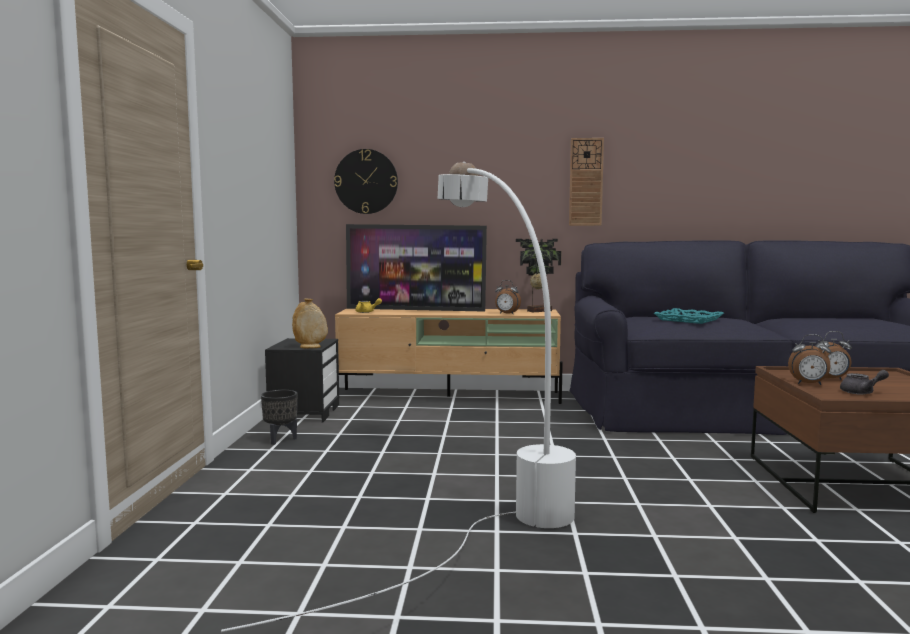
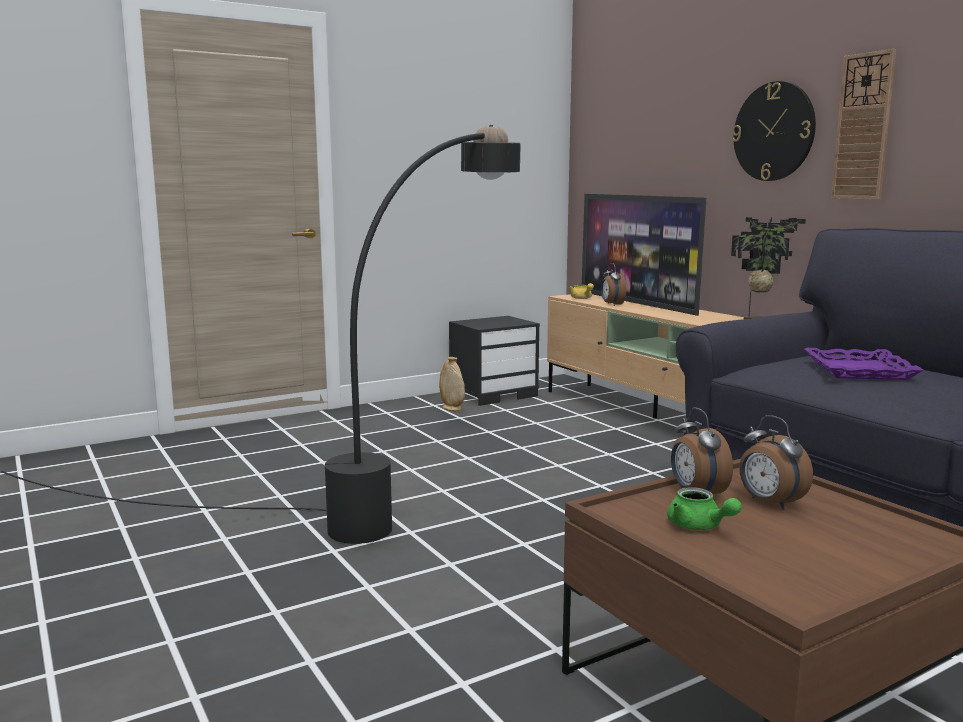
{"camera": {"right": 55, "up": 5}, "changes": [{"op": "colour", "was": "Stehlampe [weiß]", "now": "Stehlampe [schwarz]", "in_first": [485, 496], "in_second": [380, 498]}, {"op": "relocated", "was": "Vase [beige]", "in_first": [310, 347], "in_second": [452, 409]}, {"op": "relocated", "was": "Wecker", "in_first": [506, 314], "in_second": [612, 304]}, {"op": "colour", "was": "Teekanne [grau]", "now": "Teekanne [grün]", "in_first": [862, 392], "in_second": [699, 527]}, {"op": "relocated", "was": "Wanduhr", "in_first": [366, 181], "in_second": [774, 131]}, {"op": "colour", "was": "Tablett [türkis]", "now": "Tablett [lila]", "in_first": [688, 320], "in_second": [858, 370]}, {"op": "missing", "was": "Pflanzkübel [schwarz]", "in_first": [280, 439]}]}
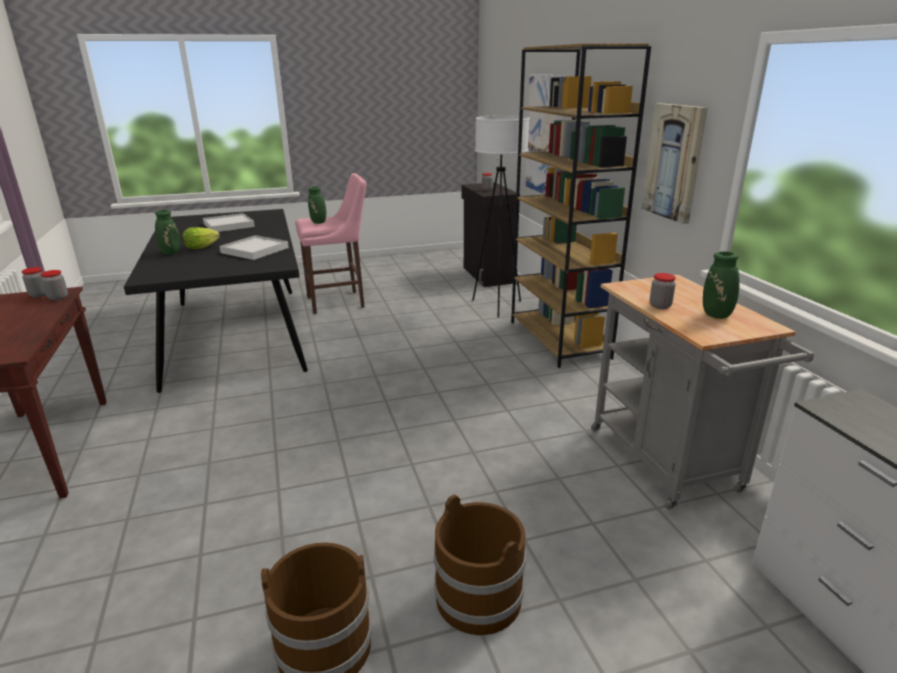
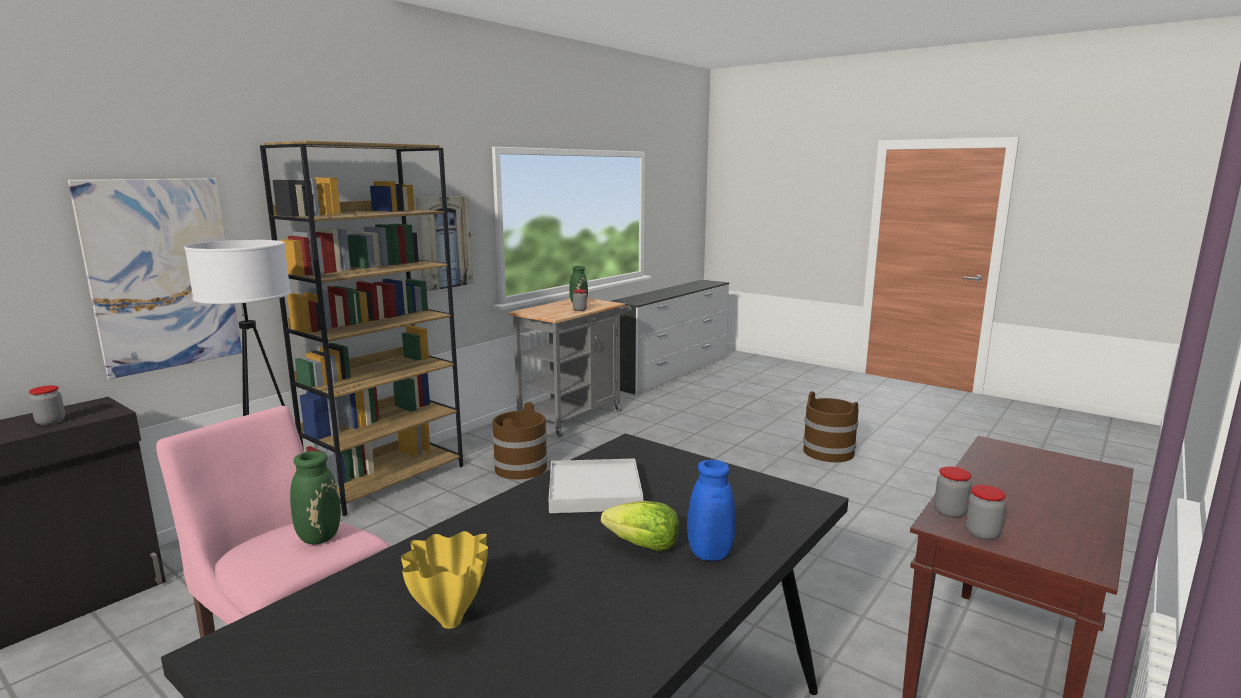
{"camera": {"right": -125, "up": -10}, "changes": [{"op": "exchanged", "was": "Tablett [weiß]", "now": "Vase [gelb]", "in_first": [229, 225], "in_second": [449, 623]}, {"op": "relocated", "was": "Eimer [braun]", "in_first": [479, 598], "in_second": [520, 468]}, {"op": "colour", "was": "Vase [grün]", "now": "Vase [blau]", "in_first": [171, 253], "in_second": [707, 556]}]}
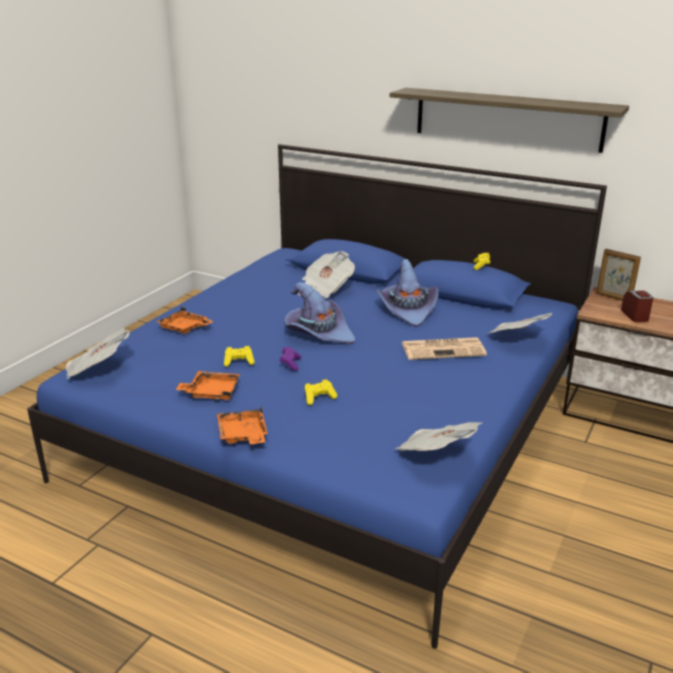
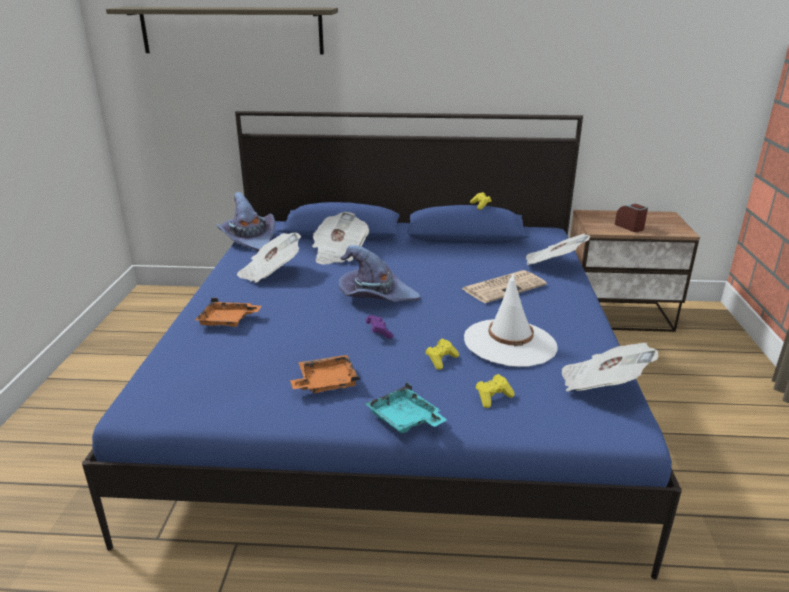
{"camera": {"right": -25, "up": 0}, "changes": [{"op": "relocated", "was": "Wandregal", "in_first": [507, 119], "in_second": [231, 30]}, {"op": "relocated", "was": "Hut [lila]", "in_first": [408, 310], "in_second": [249, 239]}, {"op": "relocated", "was": "Zeitung", "in_first": [97, 369], "in_second": [270, 273]}, {"op": "colour", "was": "Tablett [orange]", "now": "Tablett [türkis]", "in_first": [243, 435], "in_second": [405, 420]}, {"op": "appeared", "now": "Hut [weiß]", "in_second": [510, 343]}, {"op": "relocated", "was": "Gamepad [gelb]", "in_first": [239, 362], "in_second": [493, 397]}, {"op": "missing", "was": "Bilderrahmen", "in_first": [613, 297]}]}
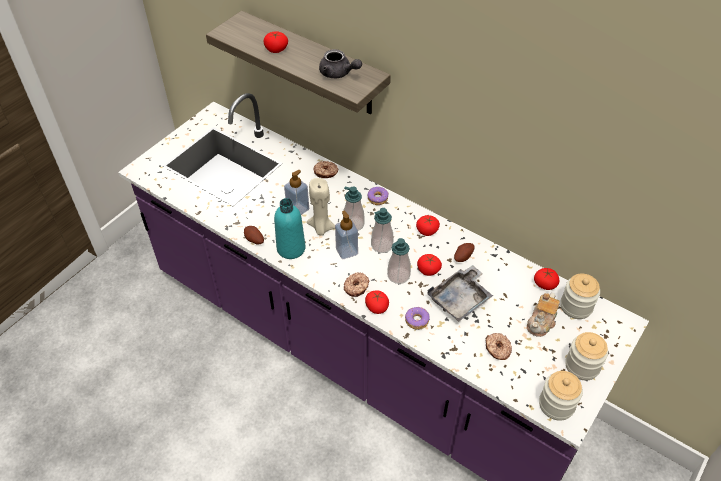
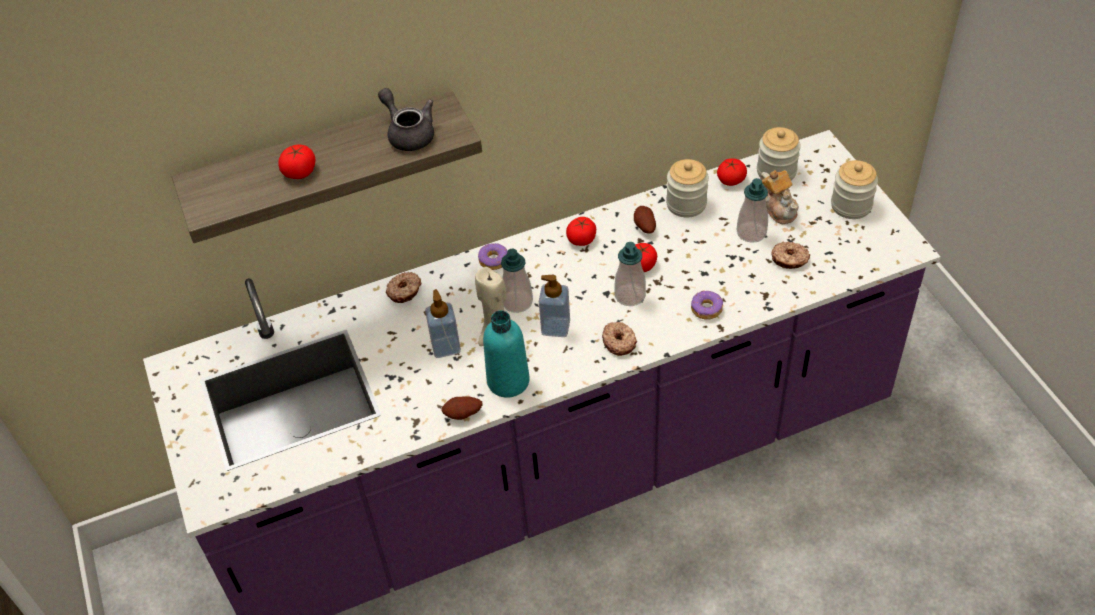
{"camera": {"right": -55, "up": 0}, "changes": [{"op": "spun", "was": "Teekanne [grau]", "in_first": [338, 73], "in_second": [408, 133], "clockwise": -105}, {"op": "relocated", "was": "Vorratsglas", "in_first": [556, 404], "in_second": [686, 204]}, {"op": "relocated", "was": "Seifenspender", "in_first": [382, 245], "in_second": [751, 233]}, {"op": "missing", "was": "Tomate", "in_first": [377, 307]}, {"op": "missing", "was": "Tablett [grau]", "in_first": [460, 299]}]}
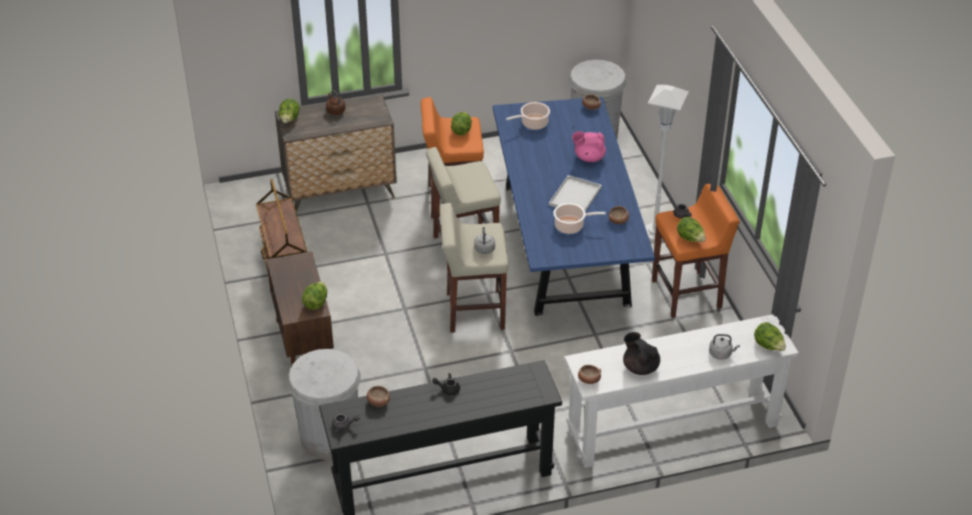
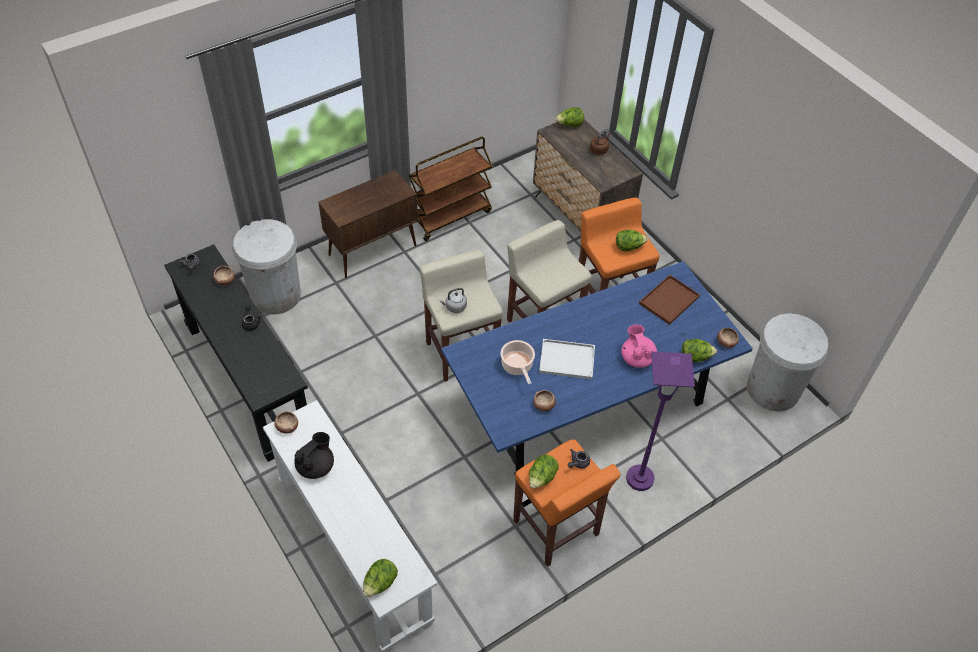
{"camera": {"right": 70, "up": 10}, "changes": [{"op": "colour", "was": "Stehlampe [weiß]", "now": "Stehlampe [lila]", "in_first": [654, 234], "in_second": [639, 479]}, {"op": "exchanged", "was": "Kochtopf", "now": "Tablett [braun]", "in_first": [533, 124], "in_second": [669, 299]}, {"op": "relocated", "was": "Salatkopf", "in_first": [316, 303], "in_second": [695, 357]}, {"op": "missing", "was": "Wasserkessel [grau]", "in_first": [721, 354]}]}
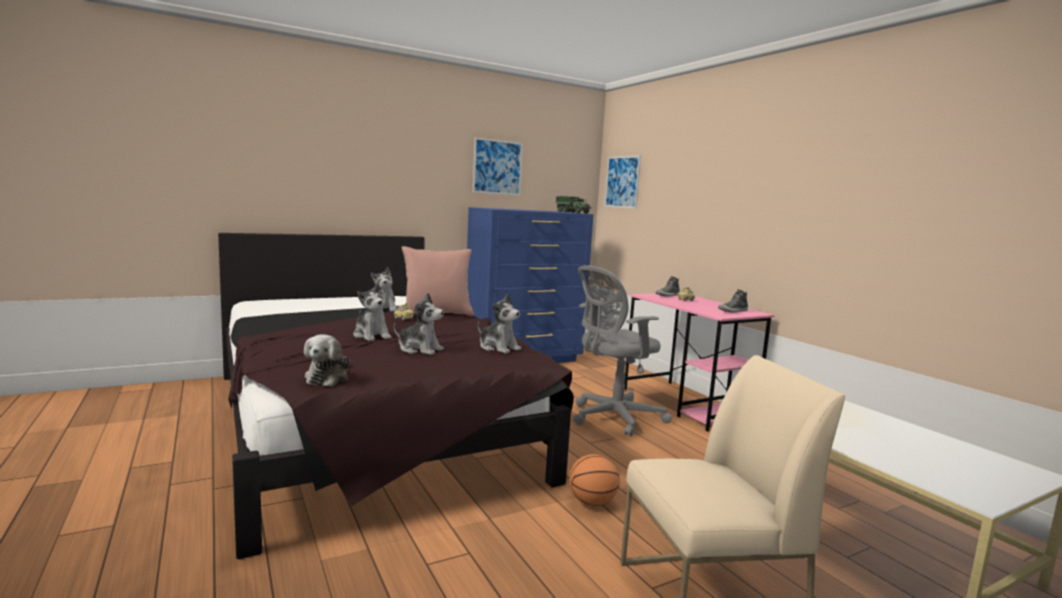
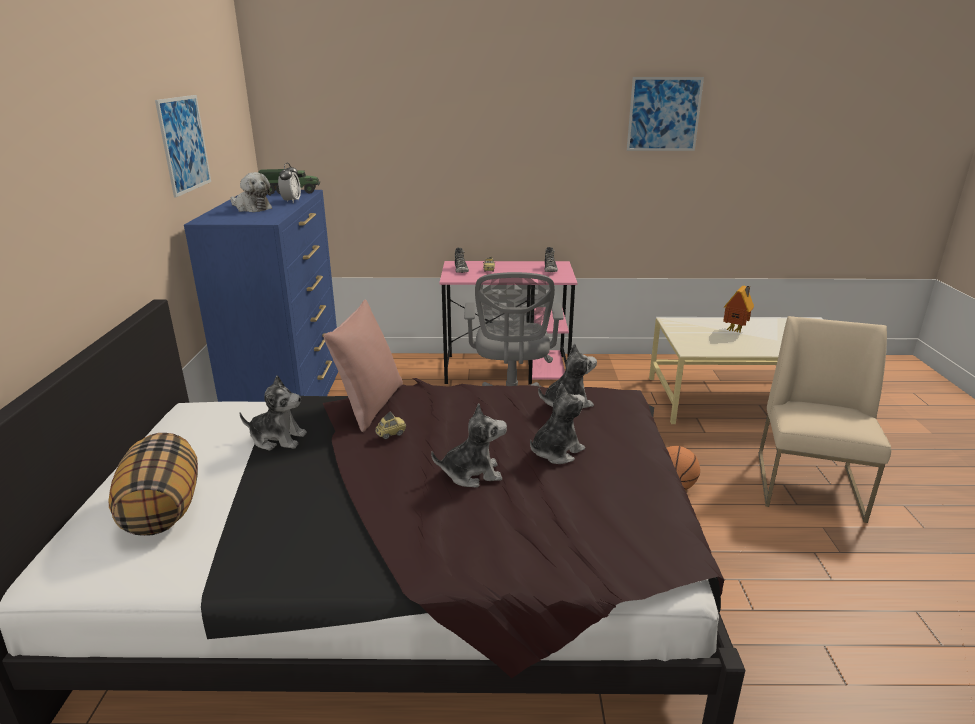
{"camera": {"right": -60, "up": 15}, "changes": [{"op": "appeared", "now": "Kissen", "in_second": [162, 510]}, {"op": "relocated", "was": "Plüschtier", "in_first": [328, 377], "in_second": [251, 208]}, {"op": "appeared", "now": "Wecker", "in_second": [291, 201]}, {"op": "relocated", "was": "Bild", "in_first": [622, 182], "in_second": [664, 114]}, {"op": "appeared", "now": "Spielzeughaus", "in_second": [736, 330]}]}
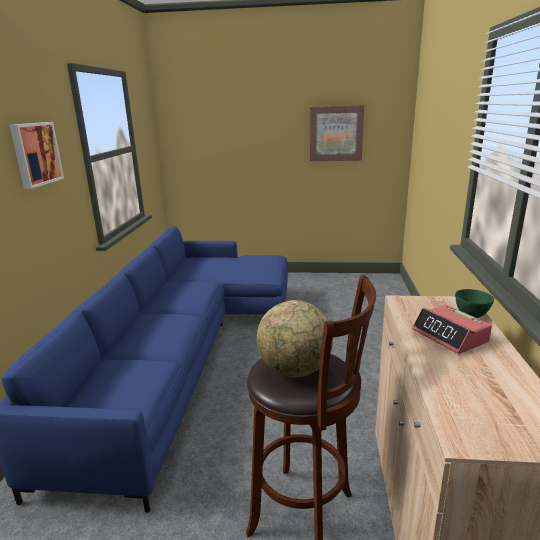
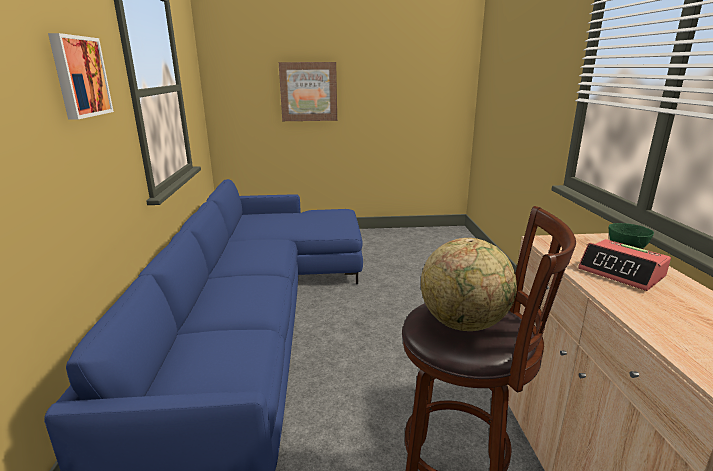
{"camera": {"right": -10, "up": 0}, "changes": [{"op": "relocated", "was": "Bild", "in_first": [336, 133], "in_second": [308, 92]}]}
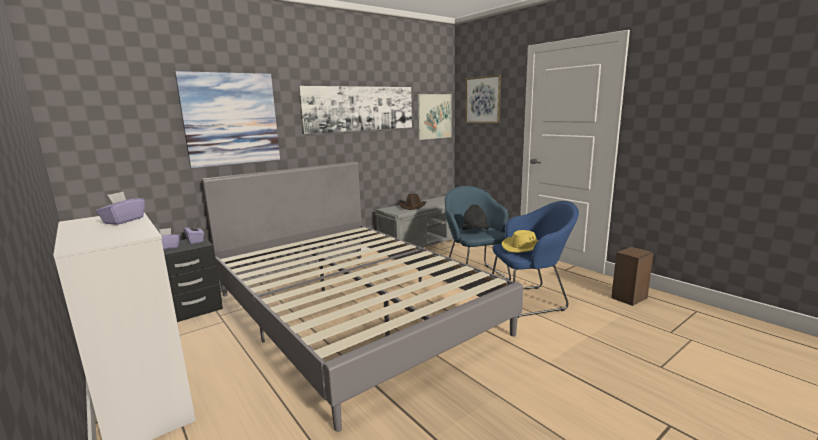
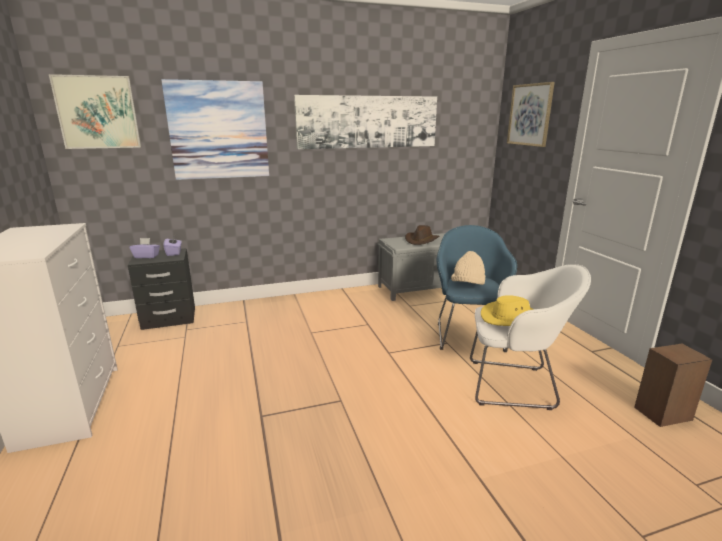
{"camera": {"right": 20, "up": 5}, "changes": [{"op": "relocated", "was": "Bild", "in_first": [434, 116], "in_second": [97, 112]}, {"op": "colour", "was": "Hut [schwarz]", "now": "Hut [beige]", "in_first": [475, 232], "in_second": [467, 285]}, {"op": "colour", "was": "Sessel [blau]", "now": "Sessel [weiß]", "in_first": [530, 300], "in_second": [515, 385]}, {"op": "missing", "was": "Taschentuchbox [lila]", "in_first": [123, 220]}, {"op": "missing", "was": "Bett [grau]", "in_first": [352, 312]}]}
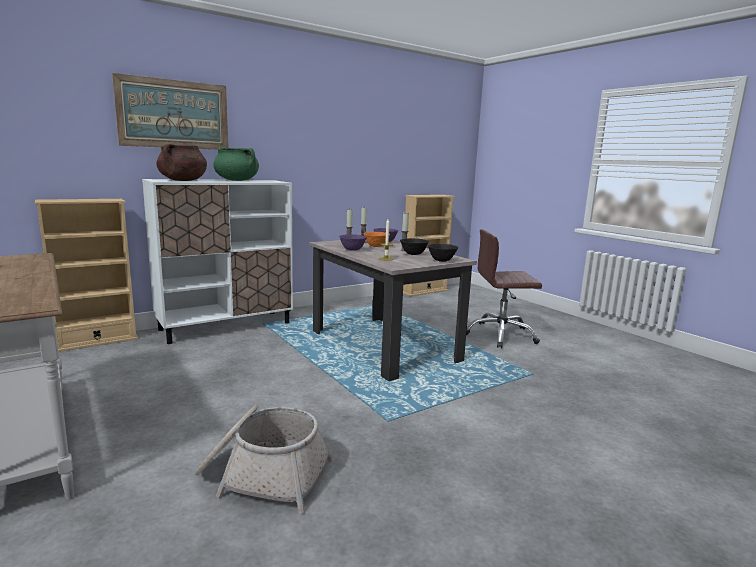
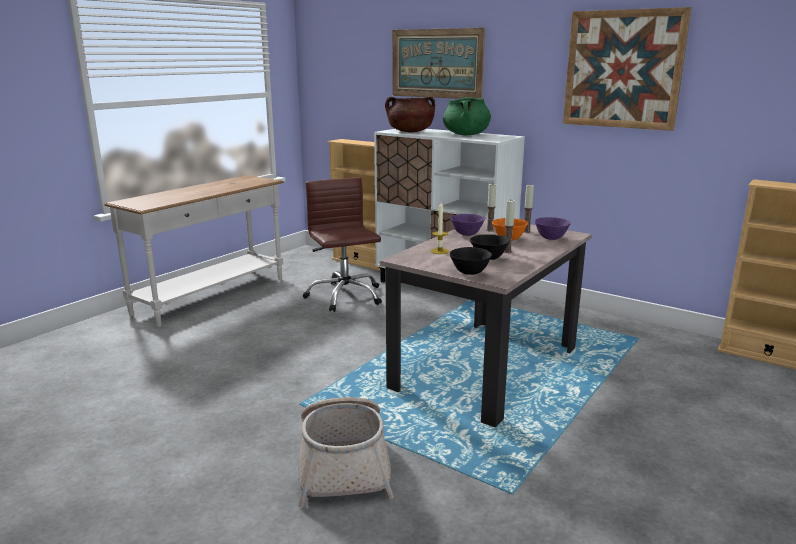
{"camera": {"right": 70, "up": 5}, "changes": [{"op": "relocated", "was": "Korb", "in_first": [263, 475], "in_second": [344, 464]}, {"op": "relocated", "was": "Bürostuhl [braun]", "in_first": [500, 335], "in_second": [344, 296]}, {"op": "appeared", "now": "Bild", "in_second": [622, 69]}]}
